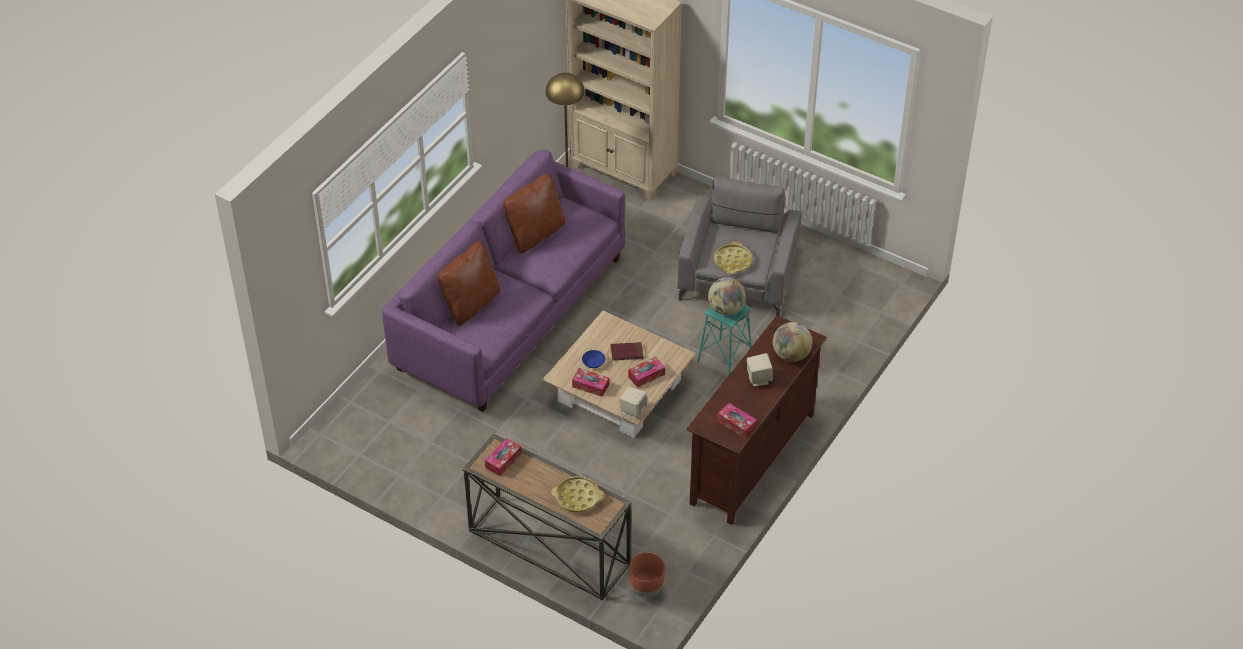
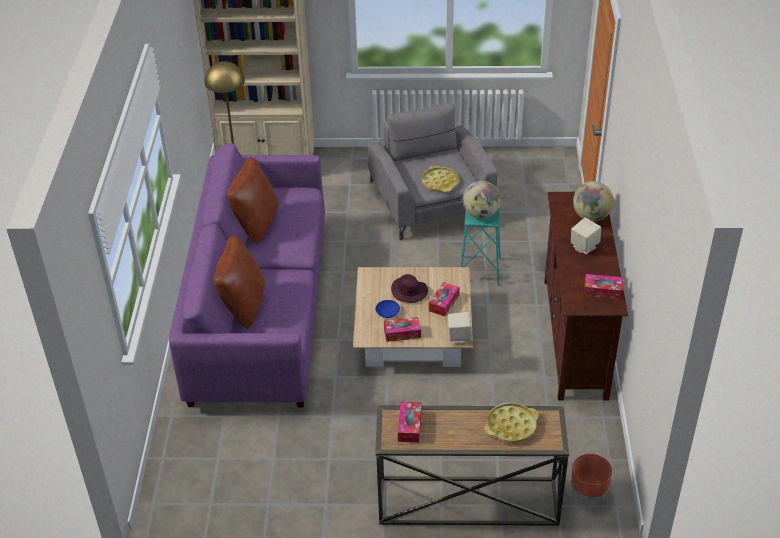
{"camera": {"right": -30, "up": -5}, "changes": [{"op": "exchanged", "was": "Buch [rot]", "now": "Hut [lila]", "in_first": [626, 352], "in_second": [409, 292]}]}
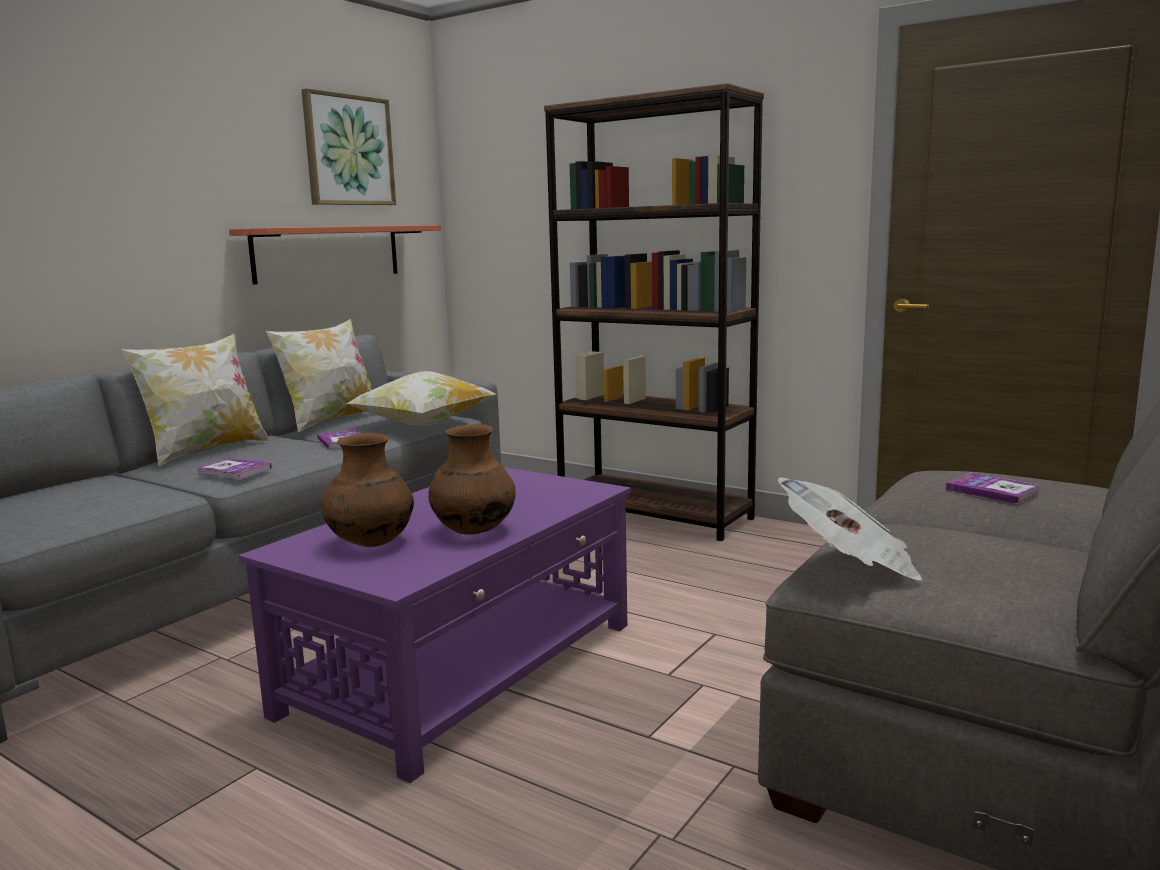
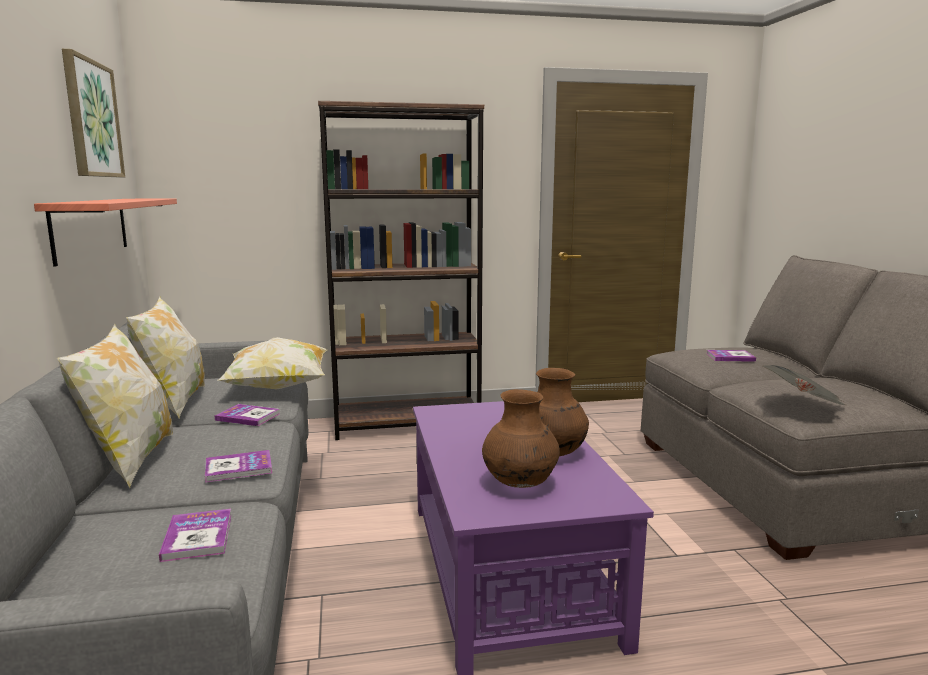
{"camera": {"right": -45, "up": 0}, "changes": [{"op": "appeared", "now": "Buch", "in_second": [197, 537]}]}
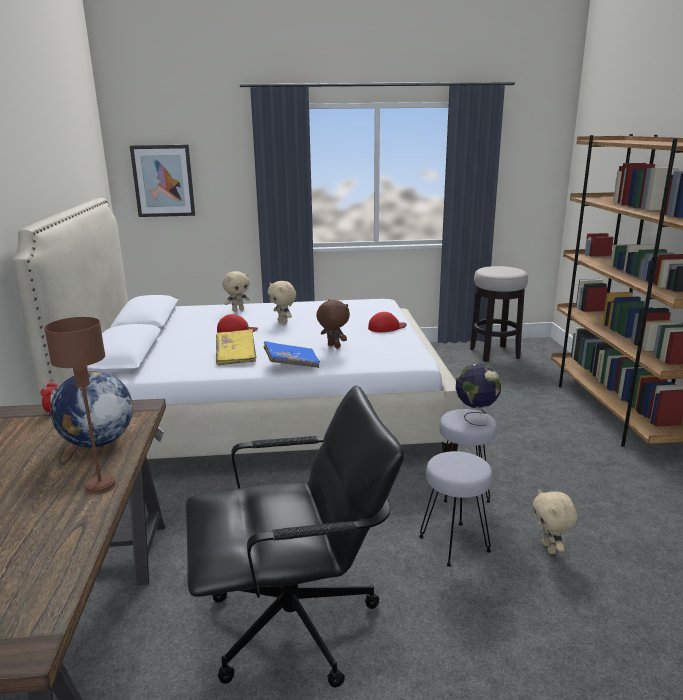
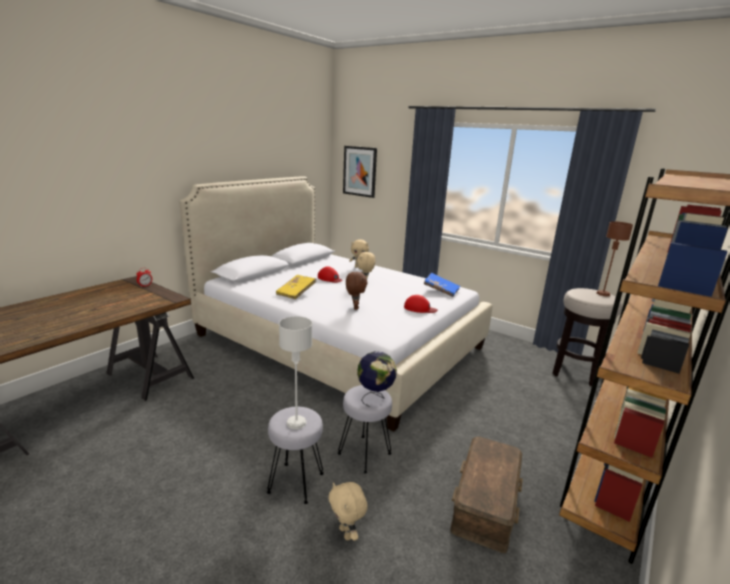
{"camera": {"right": 40, "up": 0}, "changes": [{"op": "appeared", "now": "Tischlampe [grau]", "in_second": [296, 423]}, {"op": "spun", "was": "Plüschtier [beige]", "in_first": [550, 548], "in_second": [346, 533], "clockwise": -60}, {"op": "relocated", "was": "Buch [blau]", "in_first": [291, 364], "in_second": [441, 290]}, {"op": "appeared", "now": "Aufbewahrungsbox [braun]", "in_second": [487, 502]}, {"op": "relocated", "was": "Tischlampe [braun]", "in_first": [100, 485], "in_second": [603, 294]}, {"op": "missing", "was": "Globus", "in_first": [97, 442]}, {"op": "missing", "was": "Bürostuhl [schwarz]", "in_first": [295, 624]}]}
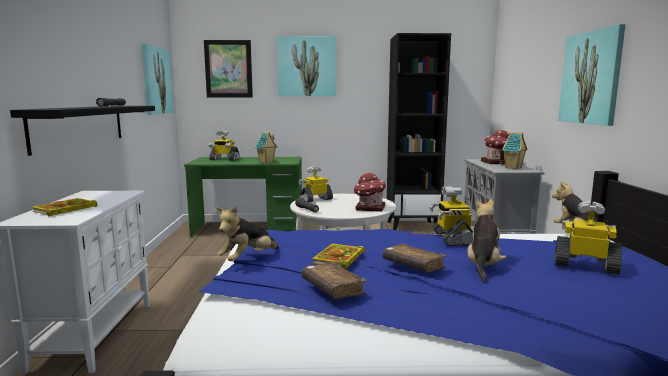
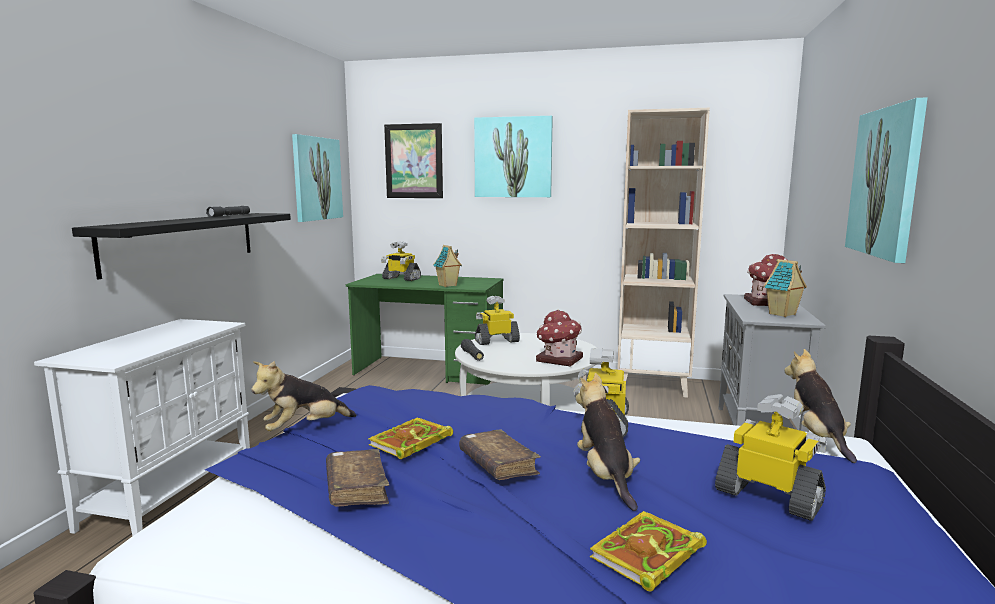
{"camera": {"right": 15, "up": 0}, "changes": [{"op": "spun", "was": "Plüschtier", "in_first": [483, 265], "in_second": [605, 476], "clockwise": -45}, {"op": "relocated", "was": "Buch", "in_first": [64, 210], "in_second": [647, 556]}, {"op": "colour", "was": "Bücherregal [schwarz]", "now": "Bücherregal [beige]", "in_first": [412, 226], "in_second": [653, 385]}]}
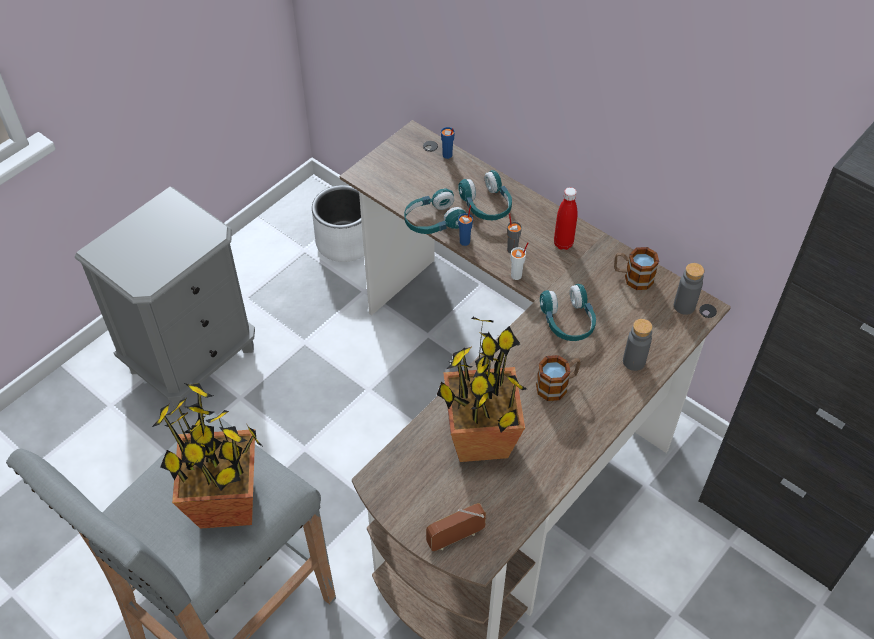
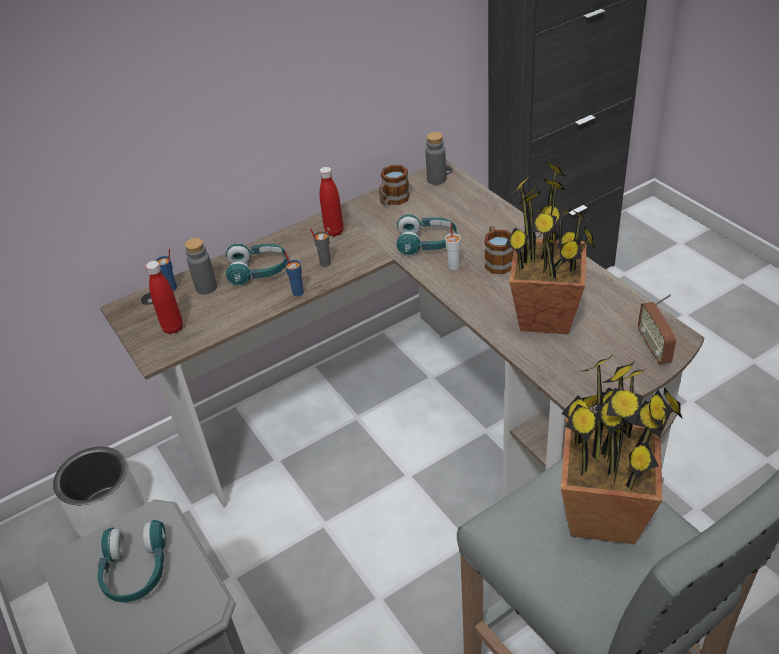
{"camera": {"right": -70, "up": -10}, "changes": [{"op": "relocated", "was": "Kopfhörer [türkis]", "in_first": [433, 221], "in_second": [136, 571]}, {"op": "appeared", "now": "Flasche [rot]", "in_second": [173, 328]}, {"op": "relocated", "was": "Flasche [grau]", "in_first": [634, 361], "in_second": [206, 287]}, {"op": "relocated", "was": "Tasse [weiß]", "in_first": [516, 276], "in_second": [454, 266]}]}
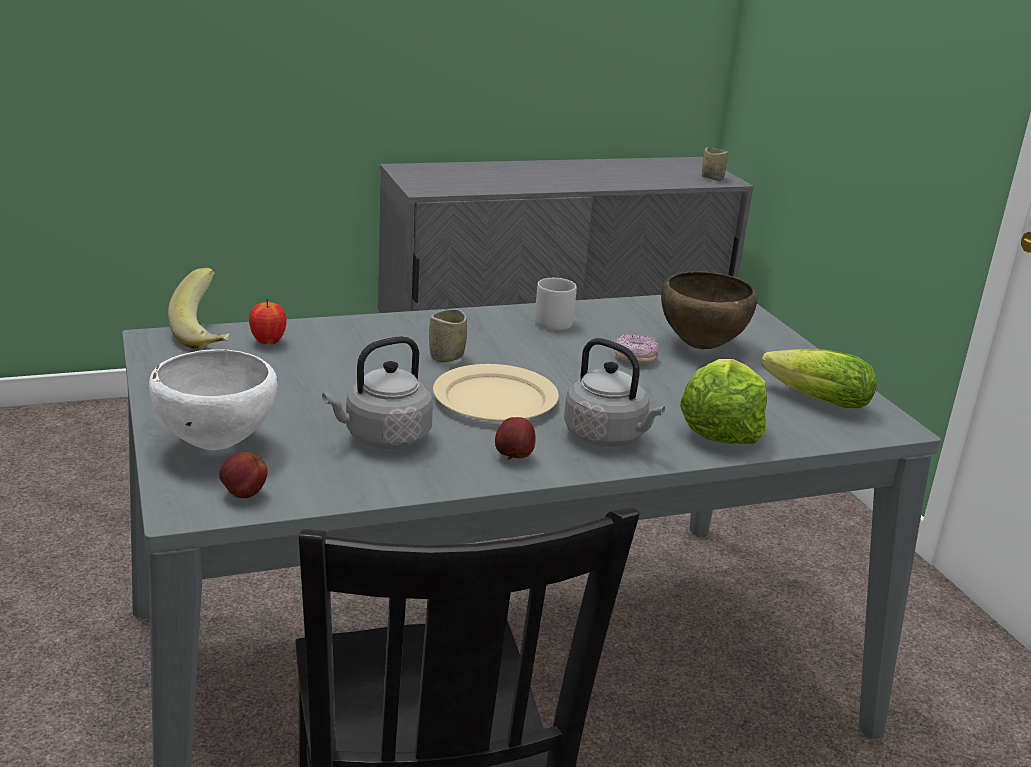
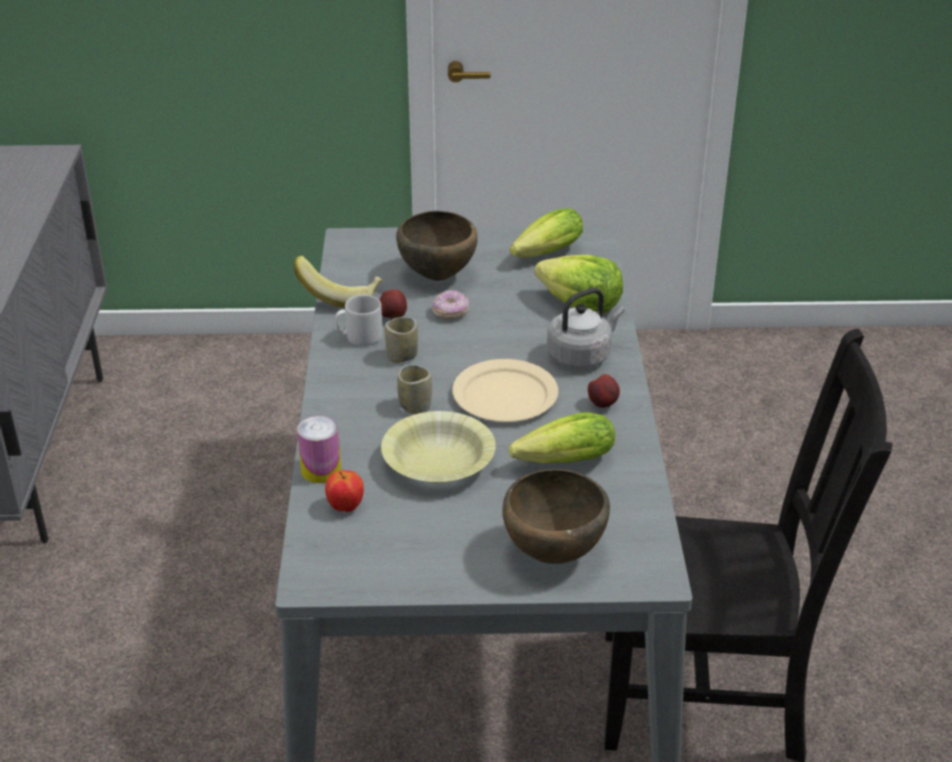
{"camera": {"right": -70, "up": 10}, "changes": [{"op": "relocated", "was": "Banane", "in_first": [209, 334], "in_second": [340, 296]}, {"op": "appeared", "now": "Dose", "in_second": [321, 470]}, {"op": "relocated", "was": "Apfel", "in_first": [243, 494], "in_second": [393, 317]}, {"op": "appeared", "now": "Schüssel [gelb]", "in_second": [439, 462]}, {"op": "relocated", "was": "Tasse", "in_first": [712, 178], "in_second": [402, 356]}, {"op": "colour", "was": "Schüssel [weiß]", "now": "Schüssel [braun]", "in_first": [215, 445], "in_second": [553, 555]}, {"op": "exchanged", "was": "Wasserkessel [grau]", "now": "Salatkopf", "in_first": [383, 438], "in_second": [560, 462]}]}
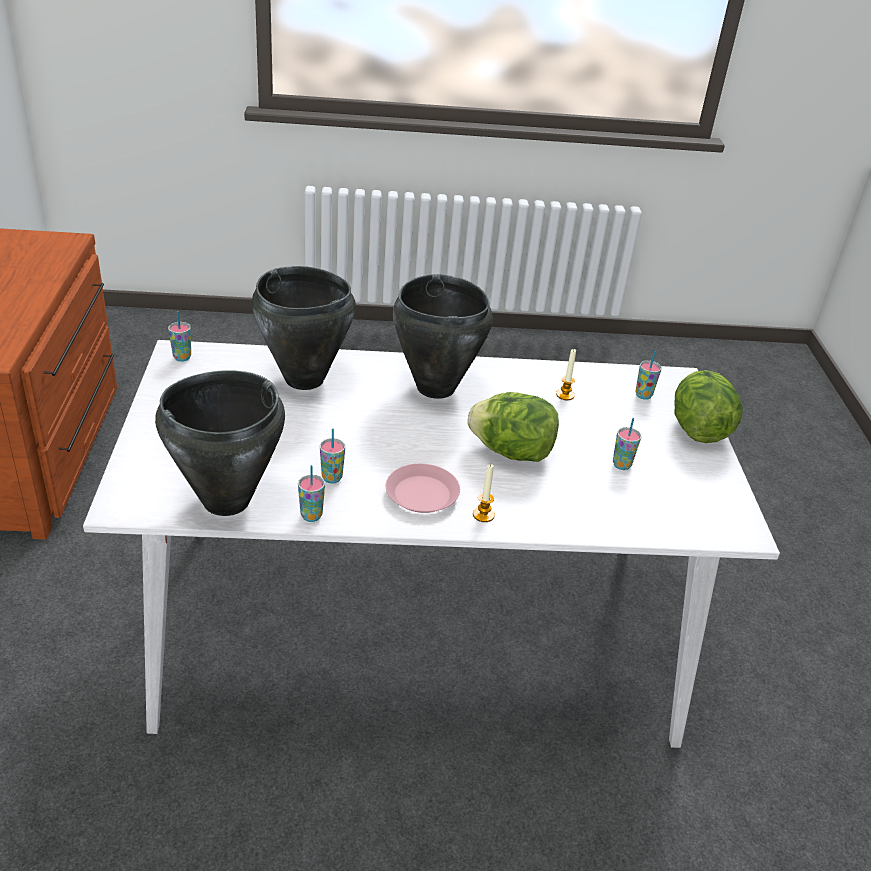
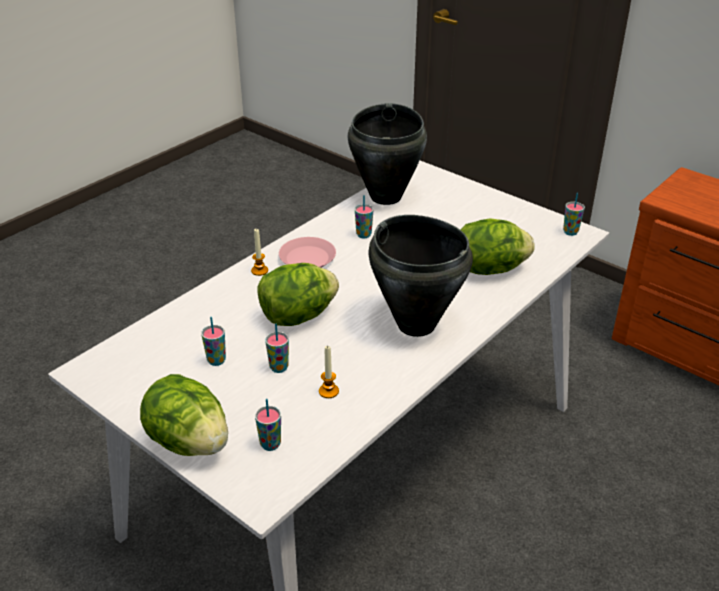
{"camera": {"right": 135, "up": 0}, "changes": [{"op": "relocated", "was": "Tasse", "in_first": [311, 516], "in_second": [279, 368]}, {"op": "exchanged", "was": "Kochtopf [schwarz]", "now": "Salatkopf", "in_first": [304, 380], "in_second": [490, 269]}]}
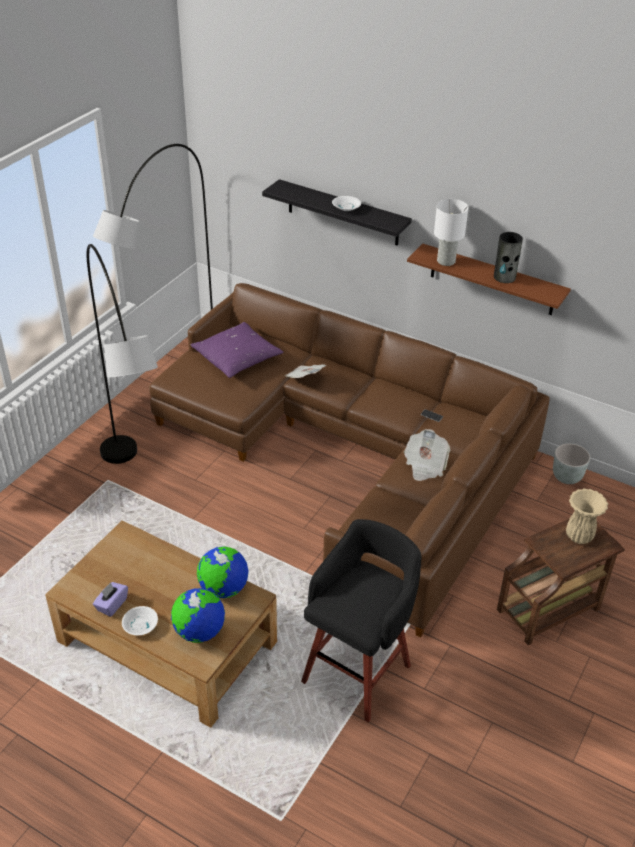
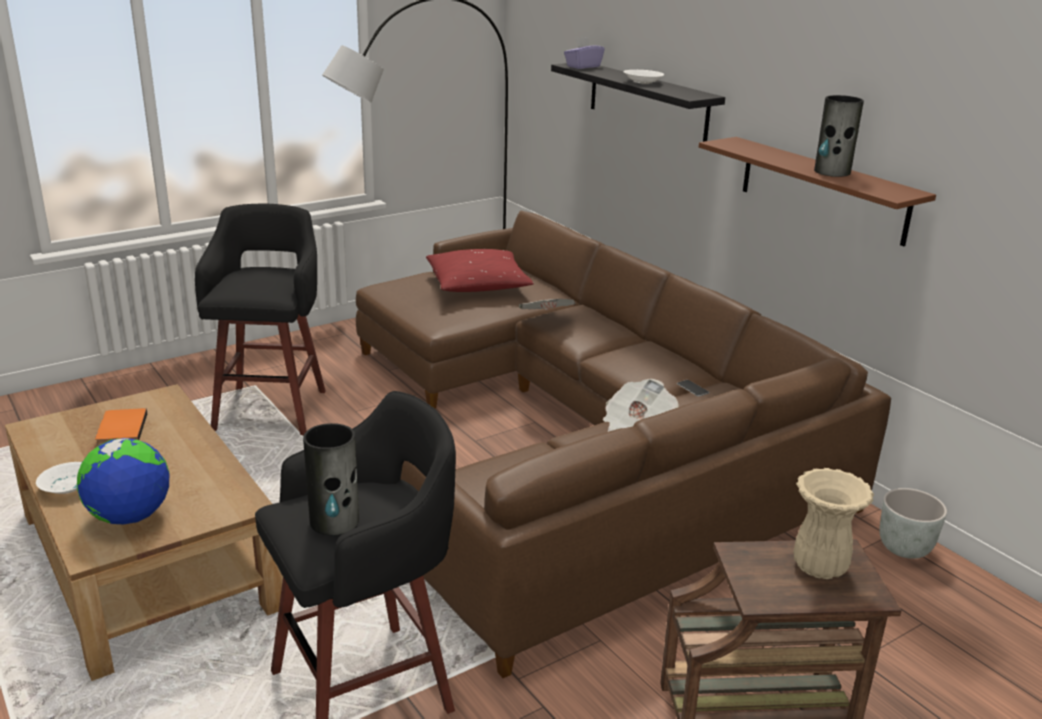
{"camera": {"right": 25, "up": -15}, "changes": [{"op": "appeared", "now": "Buch [orange]", "in_second": [119, 430]}, {"op": "exchanged", "was": "Stehlampe [grau]", "now": "Hocker [schwarz]", "in_first": [137, 496], "in_second": [272, 408]}, {"op": "appeared", "now": "Vase", "in_second": [335, 521]}, {"op": "colour", "was": "Kissen [lila]", "now": "Kissen [rot]", "in_first": [237, 358], "in_second": [478, 284]}, {"op": "relocated", "was": "Taschentuchbox [lila]", "in_first": [111, 605], "in_second": [583, 66]}, {"op": "missing", "was": "Globus", "in_first": [223, 589]}, {"op": "missing", "was": "Tischlampe [weiß]", "in_first": [445, 261]}]}
